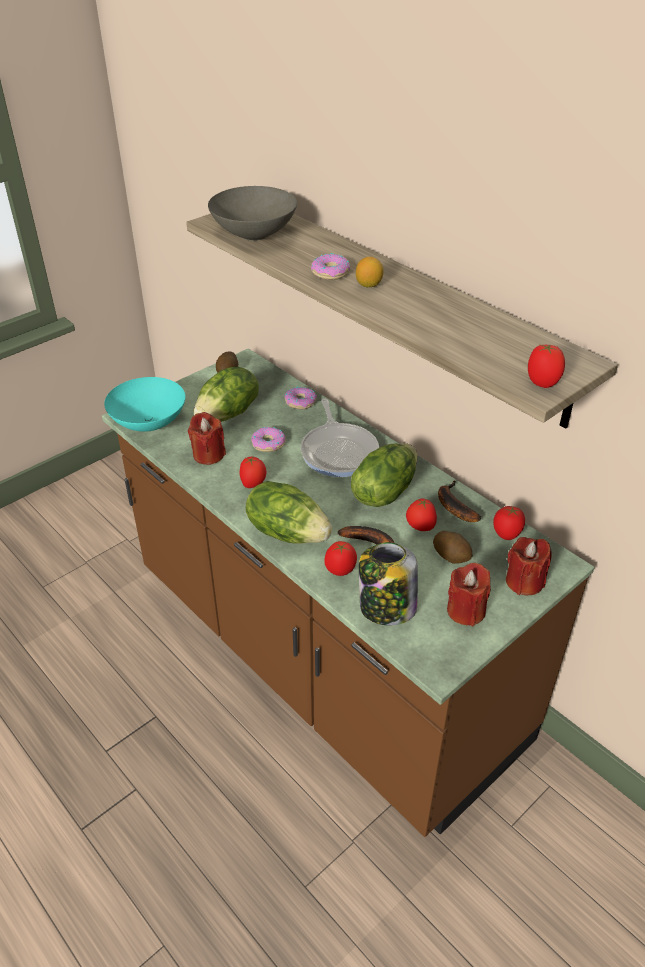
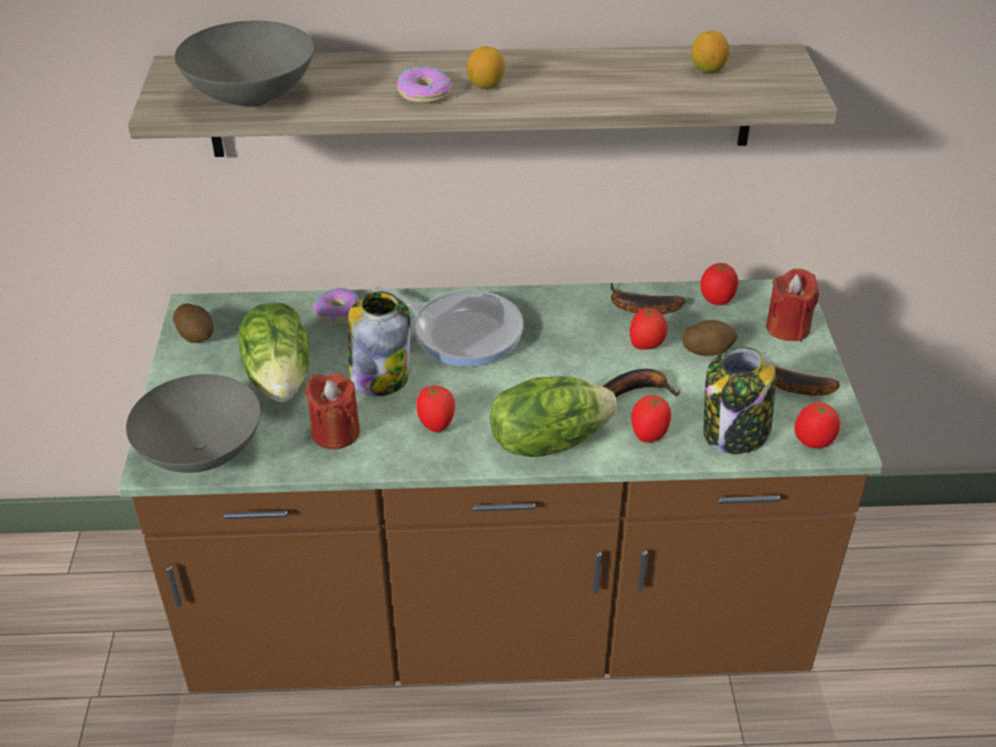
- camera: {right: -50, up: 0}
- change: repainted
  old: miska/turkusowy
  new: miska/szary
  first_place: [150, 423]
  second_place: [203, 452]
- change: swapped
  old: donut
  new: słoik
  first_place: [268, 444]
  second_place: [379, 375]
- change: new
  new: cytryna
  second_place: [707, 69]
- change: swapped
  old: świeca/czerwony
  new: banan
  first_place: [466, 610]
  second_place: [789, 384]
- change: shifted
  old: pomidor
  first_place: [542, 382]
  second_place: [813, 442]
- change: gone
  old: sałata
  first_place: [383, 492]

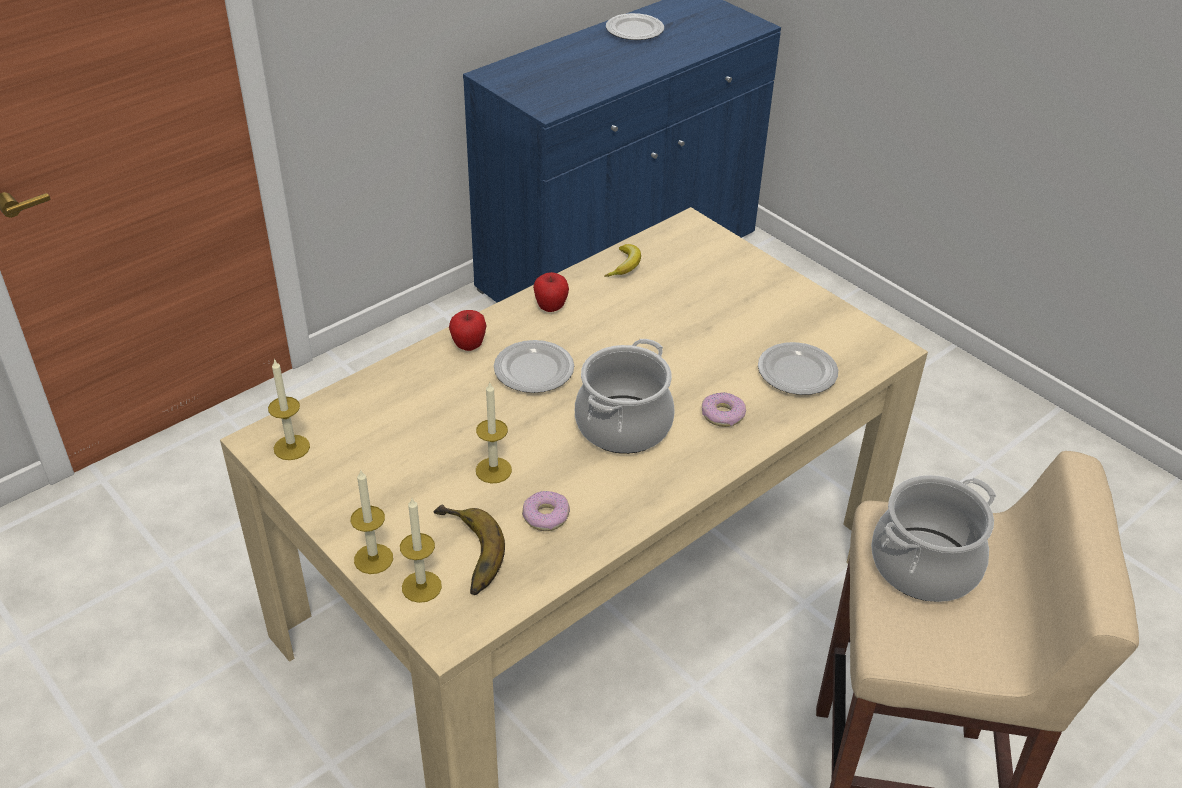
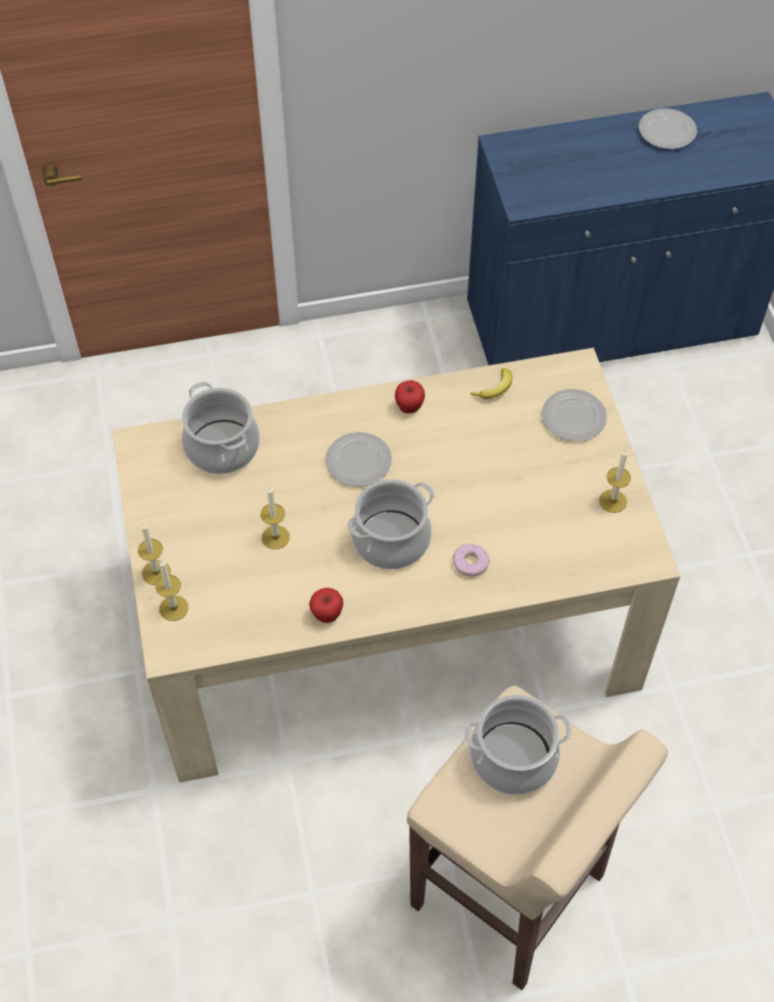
- camera: {right: 30, up: 15}
- change: new
  new: garnek
  second_place: [222, 447]
- change: shifted
  old: jabłko
  first_place: [468, 346]
  second_place: [327, 615]
- change: shifted
  old: talerz
  first_place: [797, 372]
  second_place: [574, 417]
- change: shifted
  old: świeca
  first_place: [291, 447]
  second_place: [613, 501]
- change: gone
  old: banan
  first_place: [463, 554]
- change: gone
  old: donut
  first_place: [545, 516]

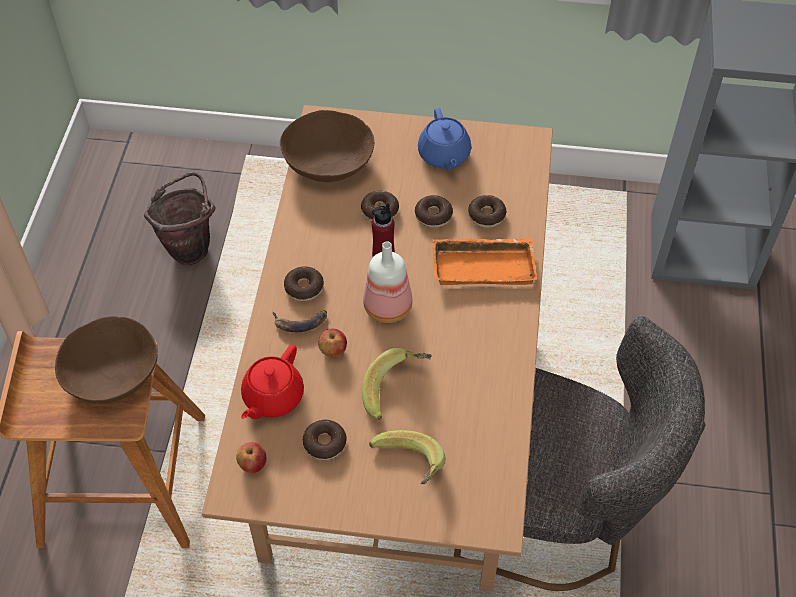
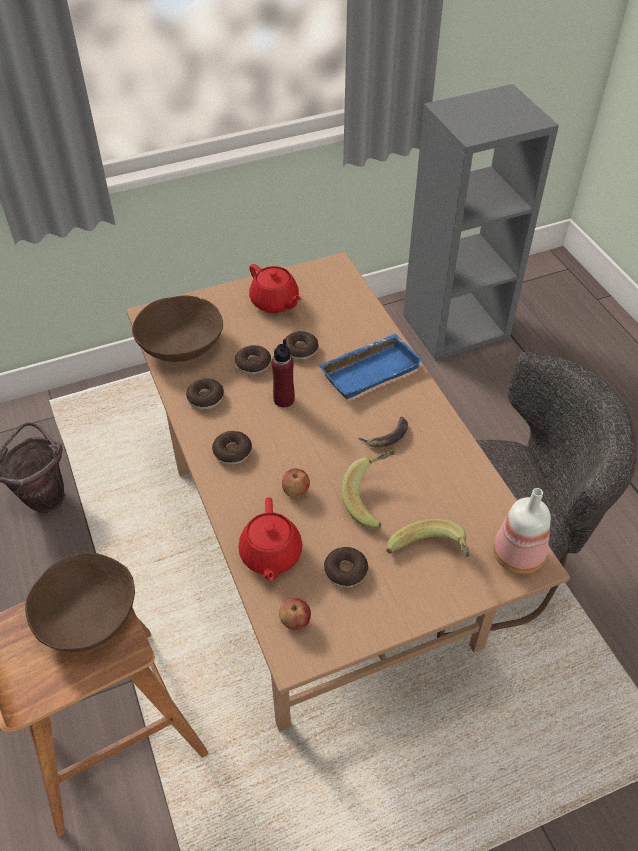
- camera: {right: -30, up: -5}
- change: shifted
  old: donut
  first_place: [486, 215]
  second_place: [205, 398]
- change: repainted
  old: imbryk/niebieski
  new: imbryk/czerwony
  first_place: [444, 155]
  second_place: [275, 302]
- change: repainted
  old: taca/pomarańczowy
  new: taca/niebieski
  first_place: [484, 265]
  second_place: [369, 369]
- change: shifted
  old: banan
  first_place: [300, 322]
  second_place: [387, 436]
- change: shifted
  old: butelka
  first_place: [389, 307]
  second_place: [519, 555]

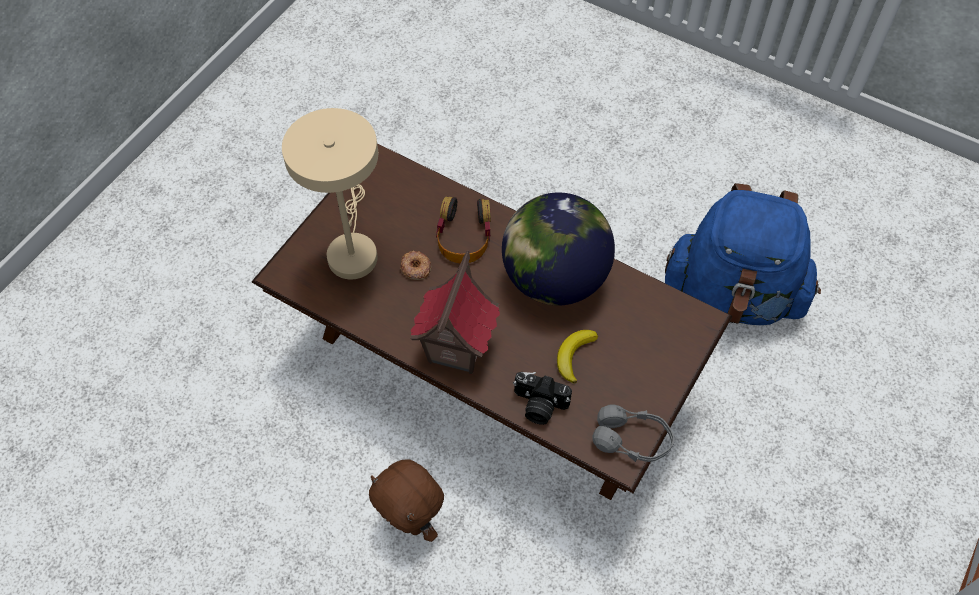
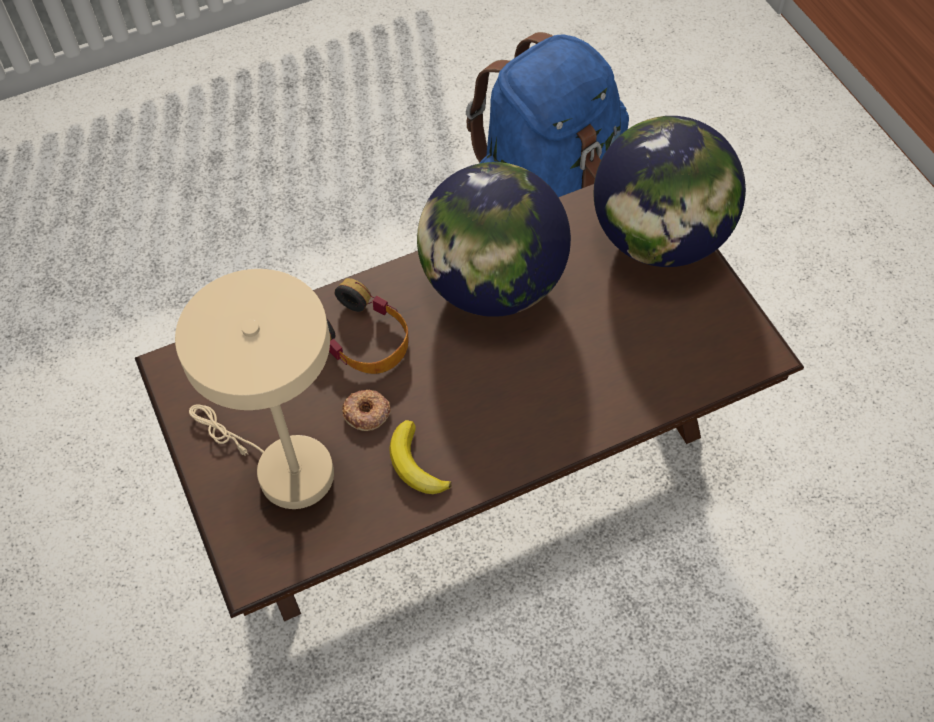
- camera: {right: -55, up: 0}
- change: shifted
  old: banan
  first_place: [574, 356]
  second_place: [415, 464]
- change: new
  new: globus
  second_place: [658, 238]
- change: gone
  old: pluszak/brązowy
  first_place: [412, 521]
- change: gone
  old: domek
  first_place: [455, 349]
- change: gone
  old: aparat fotograficzny
  first_place: [538, 406]
- change: gone
  old: słuchawki/szary
  first_place: [632, 440]

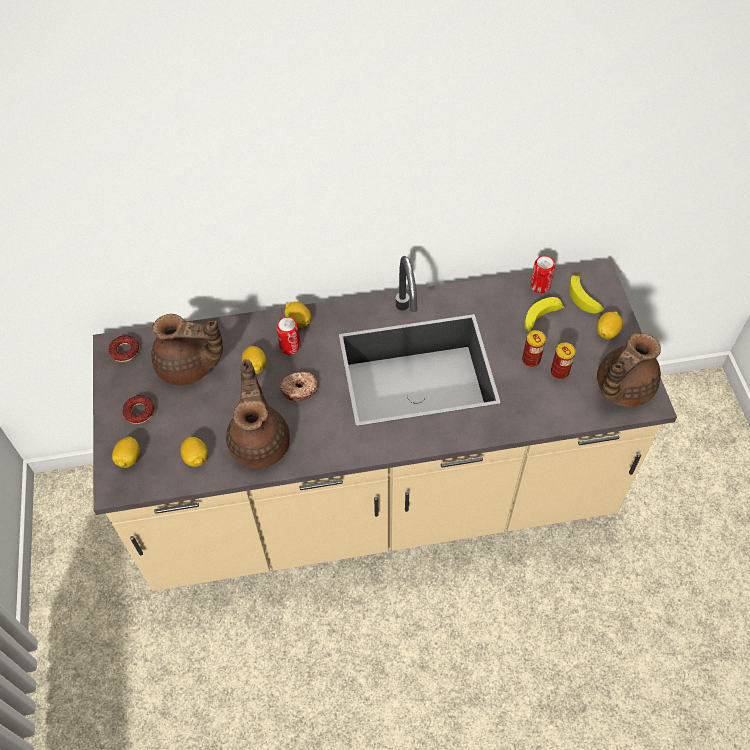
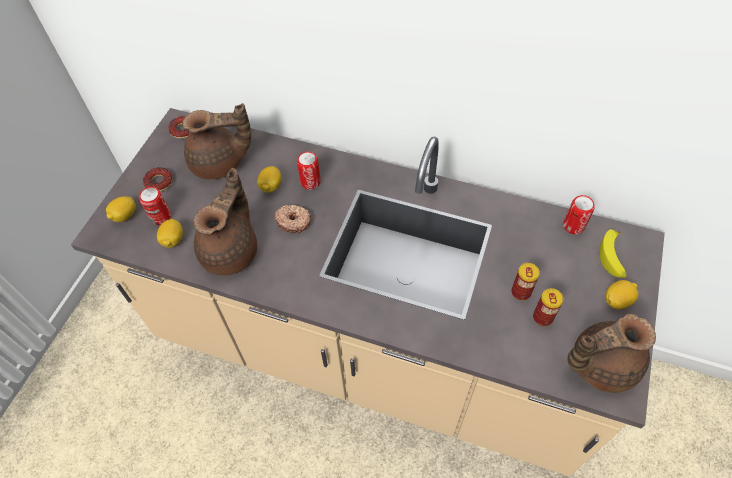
- camera: {right: 30, up: 0}
- change: new
  new: puszka
  second_place: [160, 217]
- change: rotated
  old: imbryk/brązowy
  first_place: [189, 367]
  second_place: [220, 163]
  degrees: -45
- change: gone
  old: cytryna
  first_place: [298, 321]
- change: gone
  old: banan
  first_place: [541, 319]

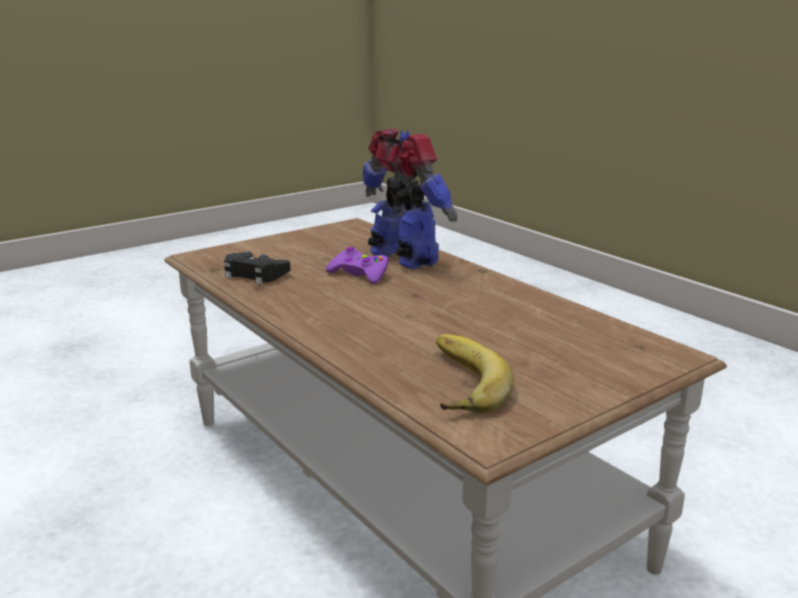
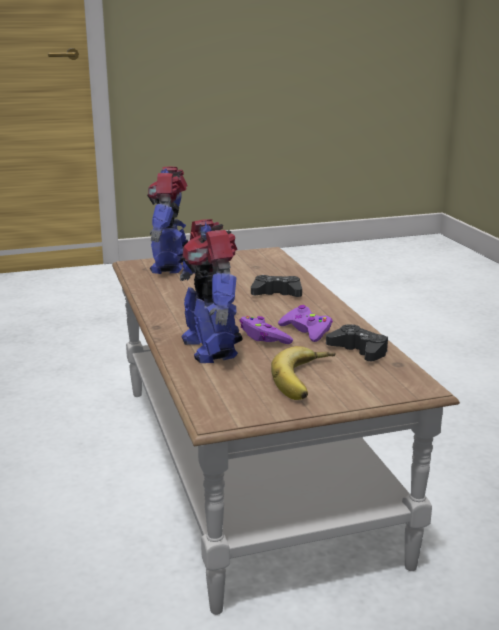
- camera: {right: -160, up: 0}
- change: new
  new: robot zabawkowy
  second_place: [171, 265]
- change: new
  new: pad do gier/czarny
  second_place: [277, 293]
- change: shifted
  old: banan
  first_place: [457, 383]
  second_place: [308, 380]
- change: new
  new: pad do gier/fioletowy
  second_place: [306, 330]

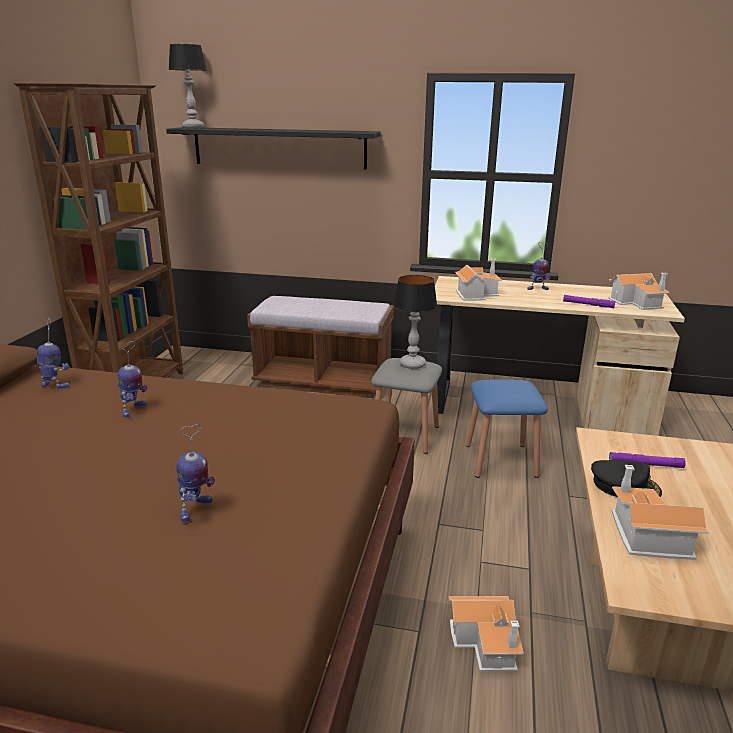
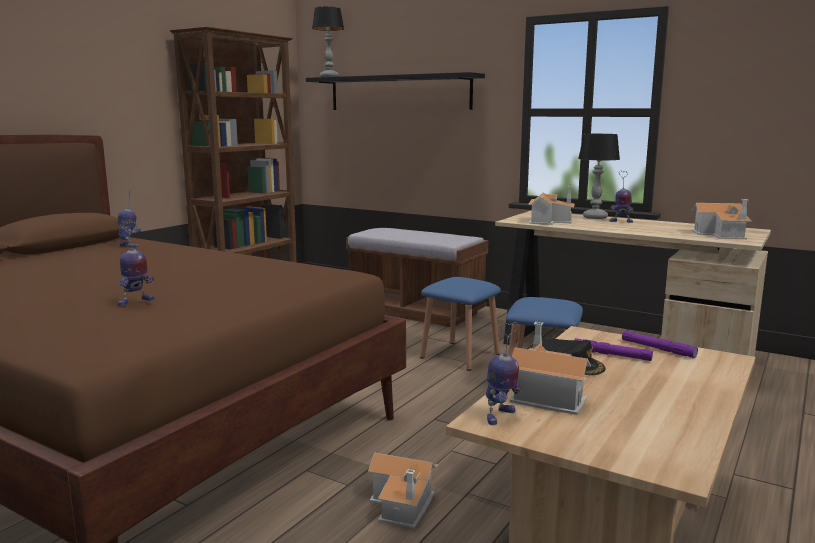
- camera: {right: 20, up: -10}
- change: repainted
  old: stołek/szary
  new: stołek/niebieski
  first_place: [405, 435]
  second_place: [460, 355]
- change: shifted
  old: robot zabawkowy
  first_place: [133, 410]
  second_place: [500, 417]
- change: shifted
  old: lampa stołowa
  first_place: [412, 364]
  second_place: [594, 217]
- change: shifted
  old: latarka/fioletowy
  first_place: [588, 305]
  second_place: [658, 349]

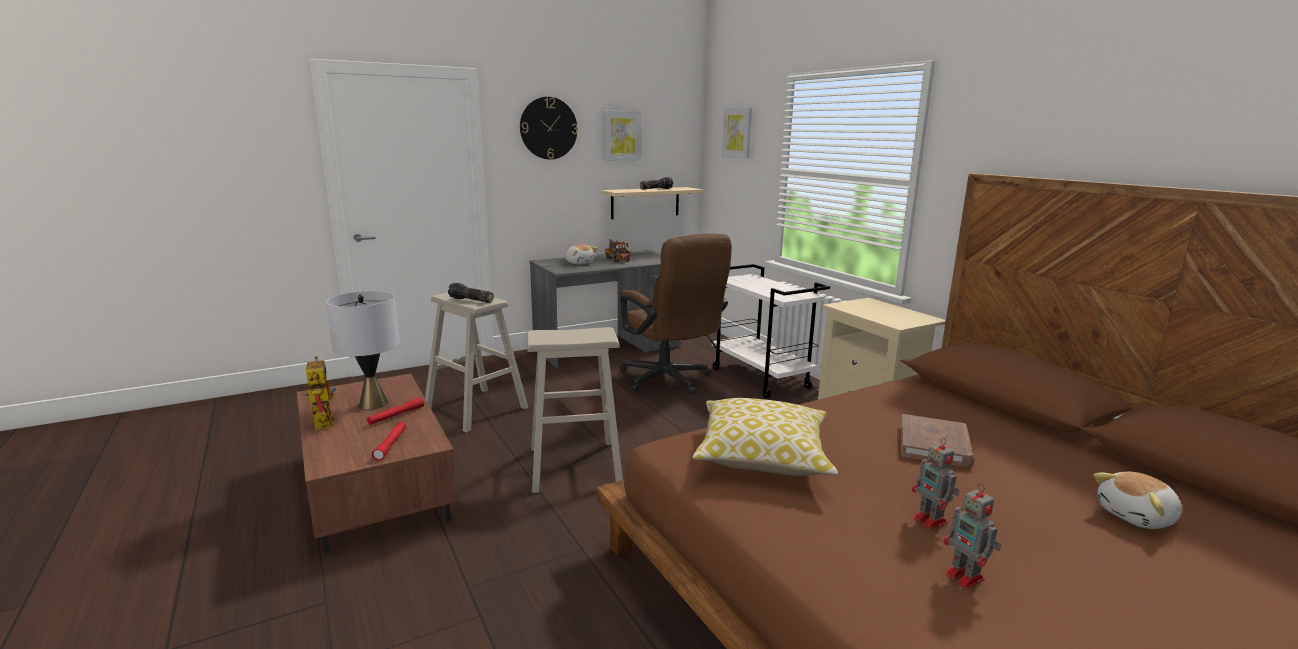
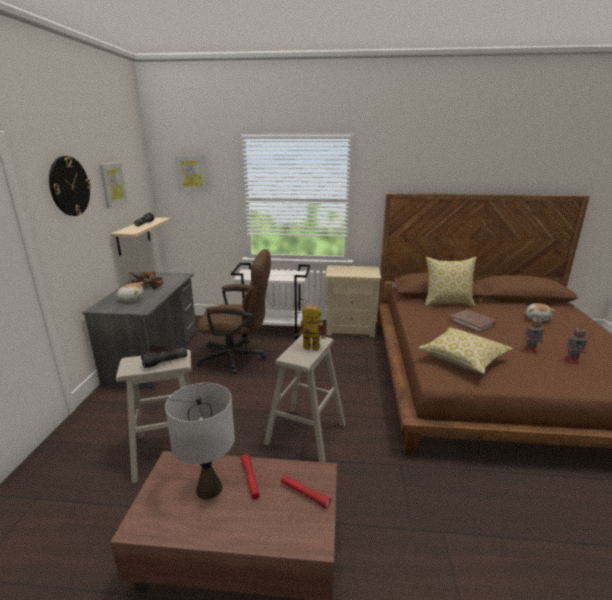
- camera: {right: -55, up: 5}
- change: shifted
  old: robot zabawkowy
  first_place: [322, 421]
  second_place: [307, 347]
- change: new
  new: poduszka
  second_place: [447, 303]

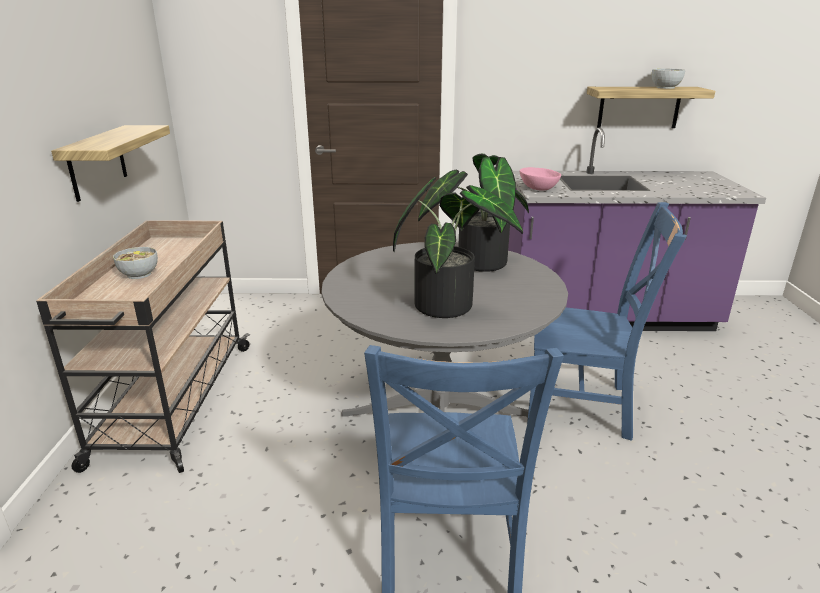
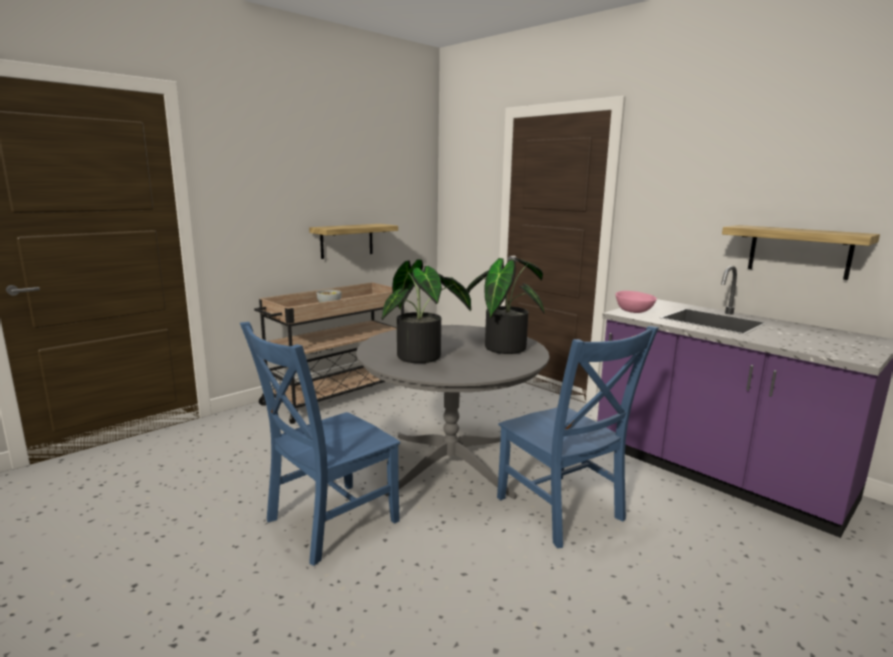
- camera: {right: 45, up: -10}
- change: gone
  old: miska
  first_place: [665, 87]

